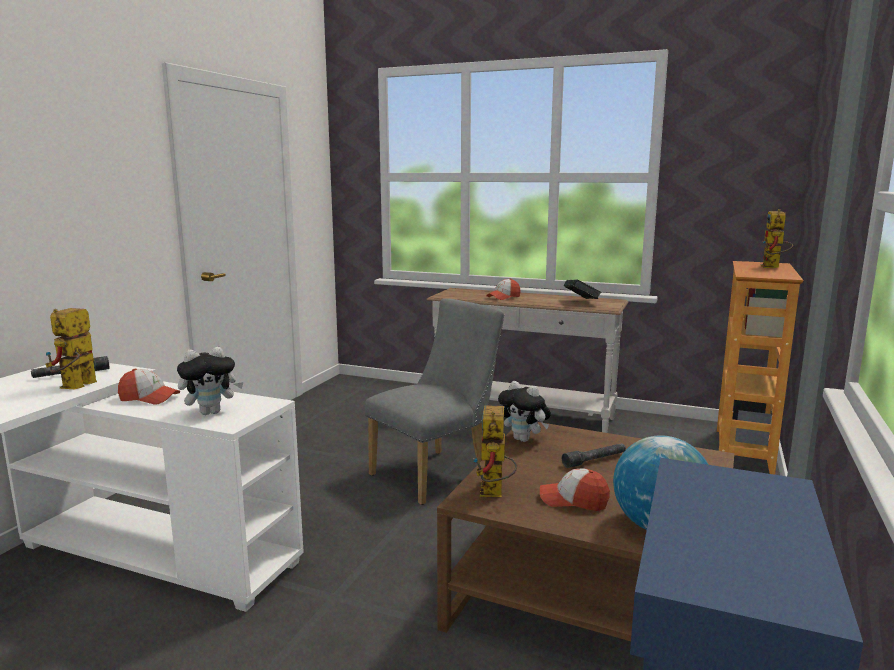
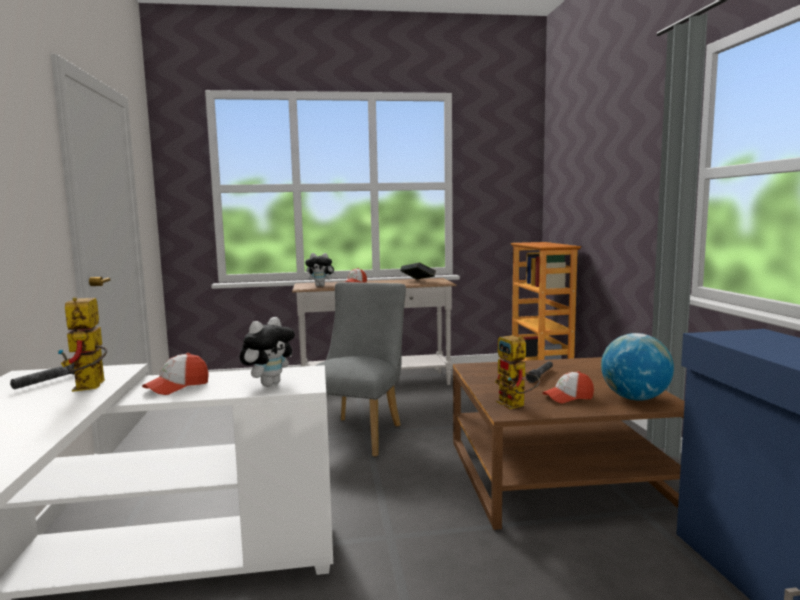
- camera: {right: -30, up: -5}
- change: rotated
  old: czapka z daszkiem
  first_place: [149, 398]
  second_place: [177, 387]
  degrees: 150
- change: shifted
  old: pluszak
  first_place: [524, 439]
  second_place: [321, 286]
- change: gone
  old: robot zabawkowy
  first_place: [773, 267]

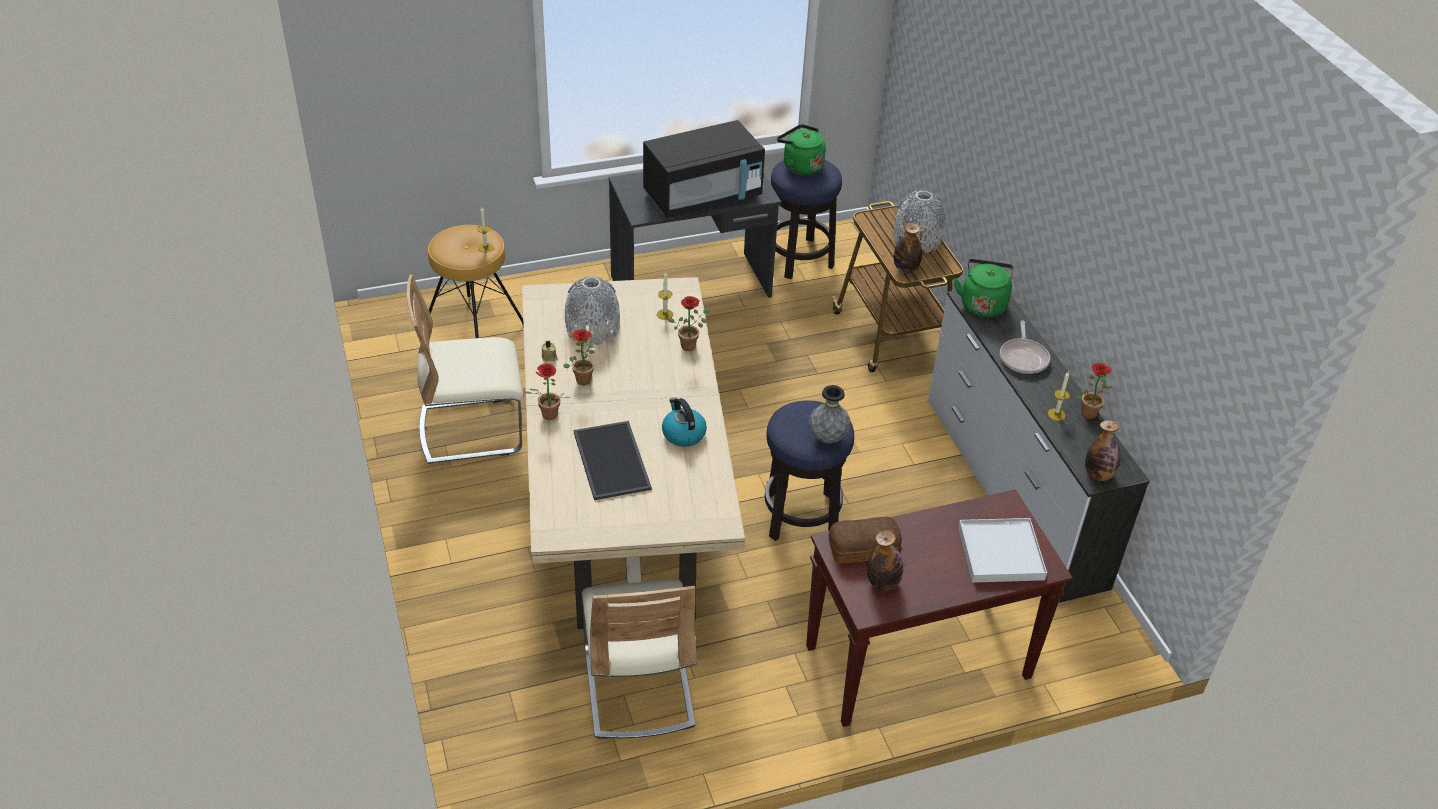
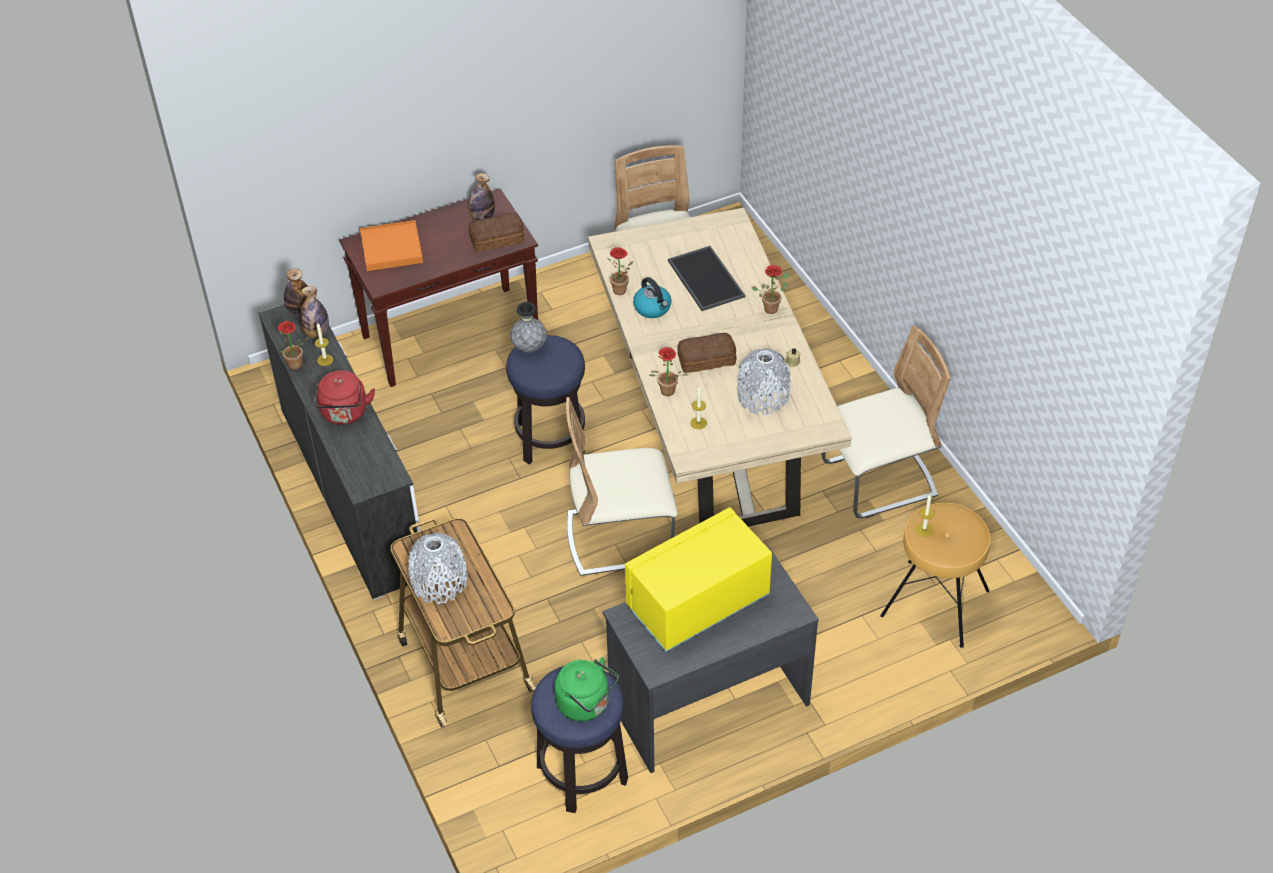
- camera: {right: 175, up: 5}
- change: shifted
  old: butelka
  first_place: [905, 269]
  second_place: [316, 333]
- change: swapped
  old: patelnia
  new: czajnik/czerwony
  first_place: [1023, 357]
  second_place: [345, 414]
- change: repainted
  old: taca/biały
  new: taca/pomarańczowy
  first_place: [1000, 553]
  second_place: [392, 248]
- change: new
  new: krzesło/beżowy
  second_place: [620, 537]
- change: shifted
  old: roślina doniczkowa
  first_place: [582, 378]
  second_place: [621, 292]
- change: repainted
  old: mikrofalówka/czarny
  new: mikrofalówka/żółty
  first_place: [702, 196]
  second_place: [697, 602]
- change: new
  new: chleb
  second_place: [705, 359]
- change: gone
  old: czajnik/zielony
  first_place: [982, 304]

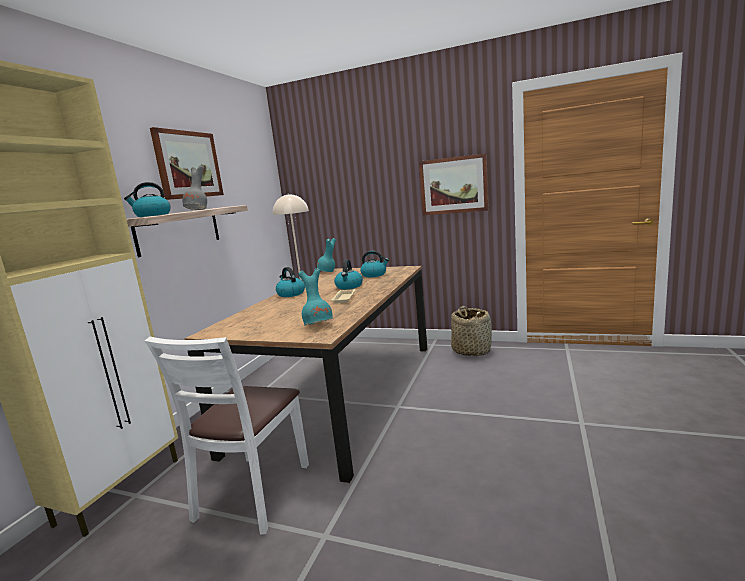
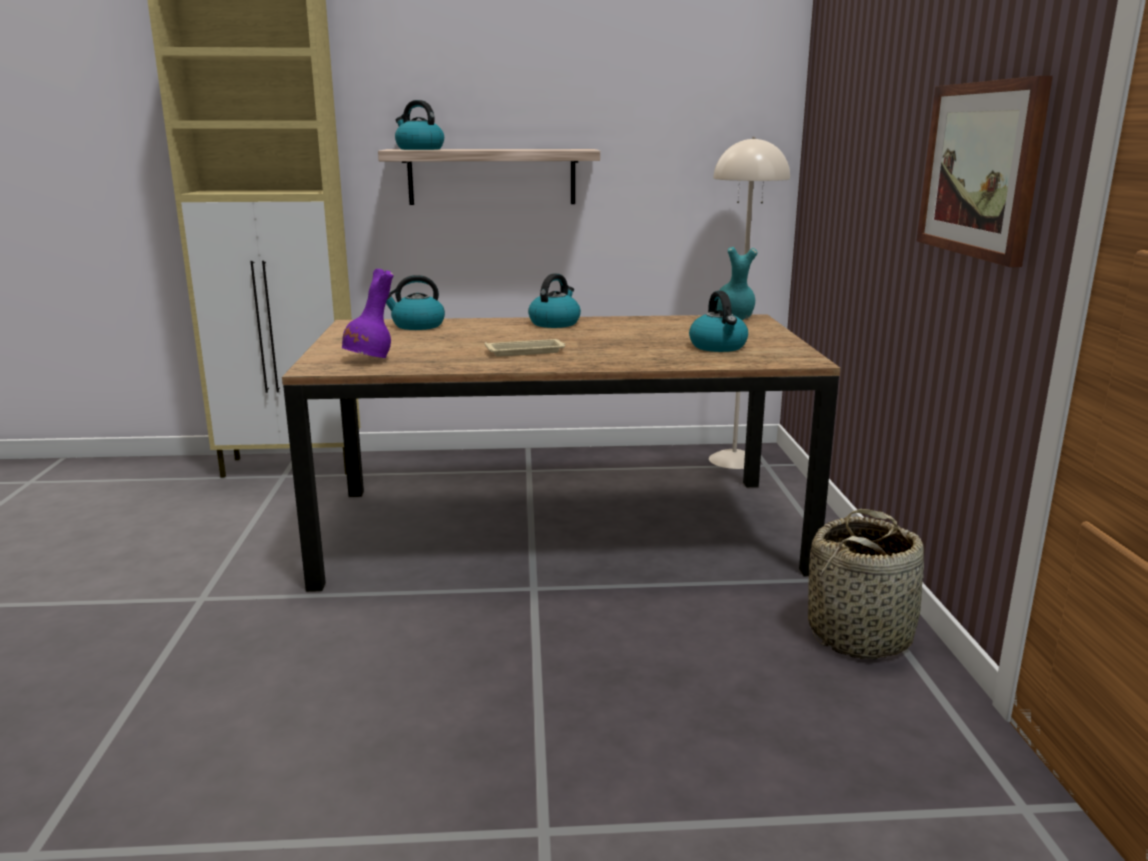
- camera: {right: 65, up: 5}
- change: repainted
  old: wazon/turkusowy
  new: wazon/fioletowy
  first_place: [319, 325]
  second_place: [370, 360]
- change: shifted
  old: czajnik
  first_place: [349, 286]
  second_place: [417, 326]
- change: gone
  old: krzesło/biały
  first_place: [253, 492]
- change: gone
  old: obraz
  first_place: [188, 165]
- change: gone
  old: wazon/szary
  first_place: [197, 210]

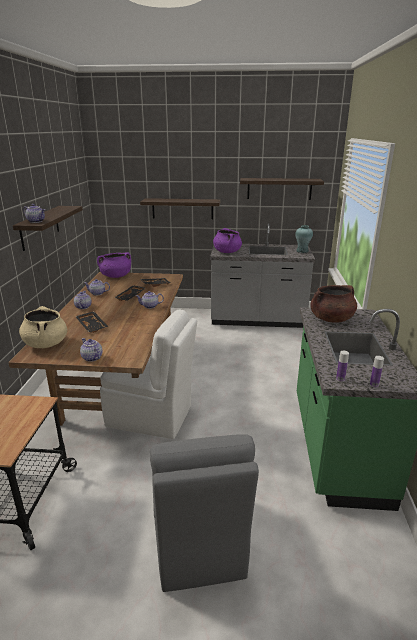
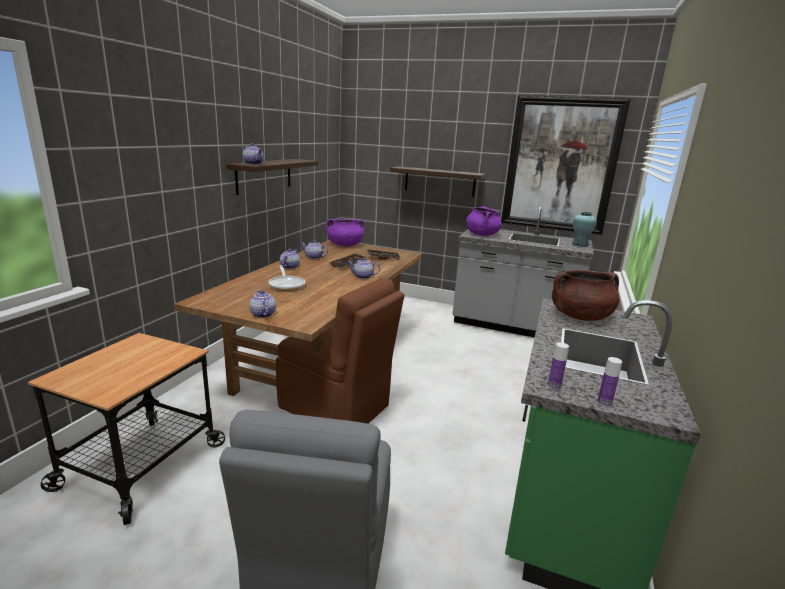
- camera: {right: 15, up: -5}
- change: swapped
  old: taca/czarny
  new: patelnia
  first_place: [92, 326]
  second_place: [286, 285]
- change: repainted
  old: krzesło/biały
  new: krzesło/brązowy
  first_place: [151, 416]
  second_place: [336, 408]
- change: swapped
  old: półka
  new: obraz
  first_place: [279, 188]
  second_place: [560, 165]
- change: gone
  old: garnek/beżowy
  first_place: [46, 344]

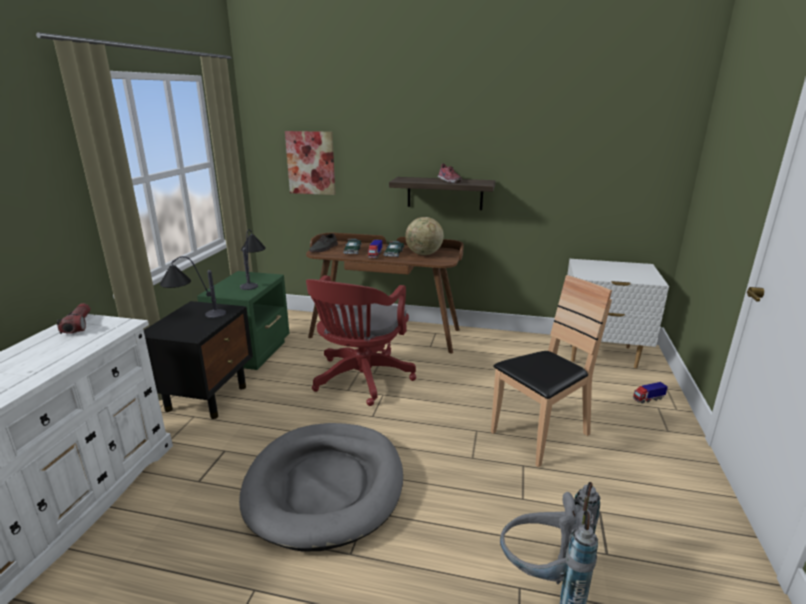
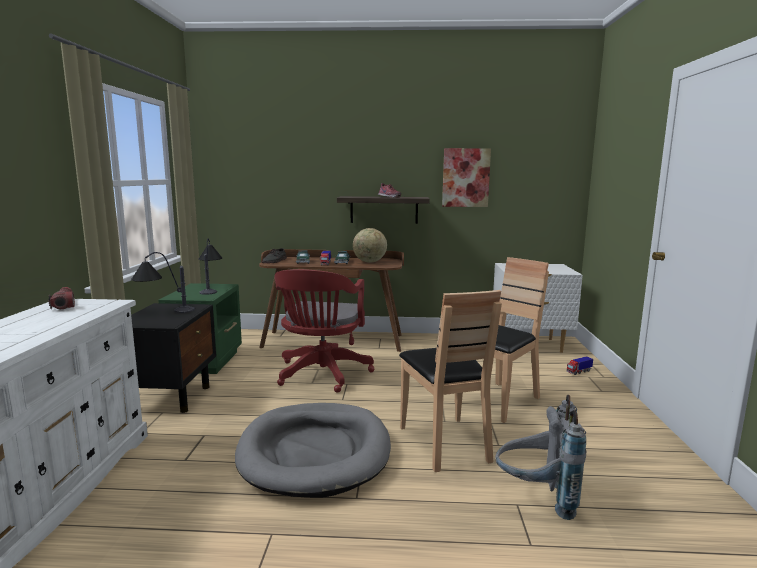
- camera: {right: -10, up: -10}
- change: new
  new: krzesło/brązowy
  second_place: [445, 443]
- change: shifted
  old: obraz
  first_place: [311, 163]
  second_place: [466, 177]

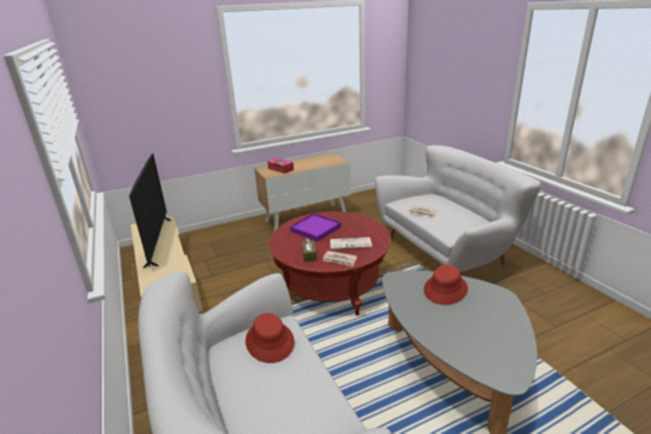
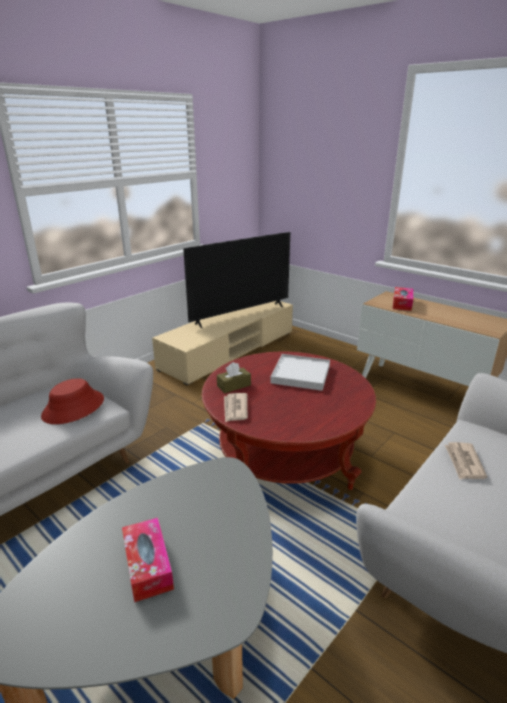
- camera: {right: 65, up: 0}
- change: new
  new: pudełko chusteczek
  second_place: [148, 565]
- change: repainted
  old: taca/fioletowy
  new: taca/biały
  first_place: [315, 229]
  second_place: [300, 374]
- change: gone
  old: gazeta
  first_place: [351, 243]
- change: gone
  old: kapelusz/czerwony
  first_place: [445, 289]

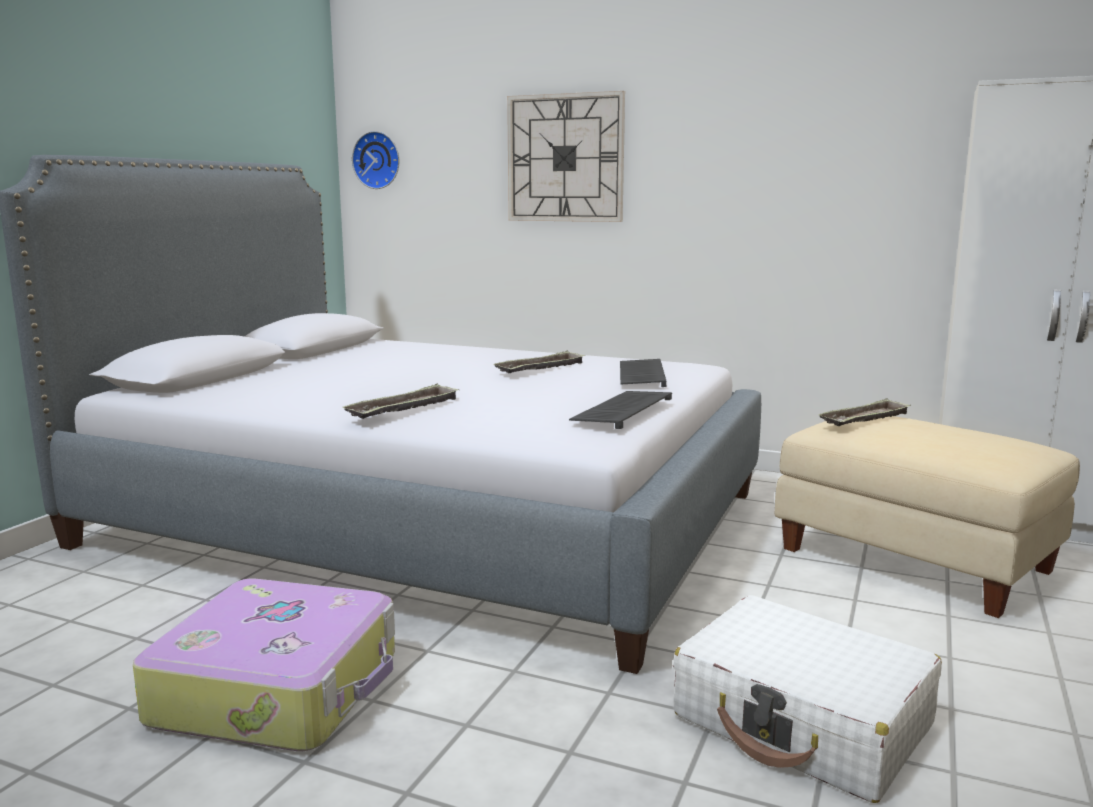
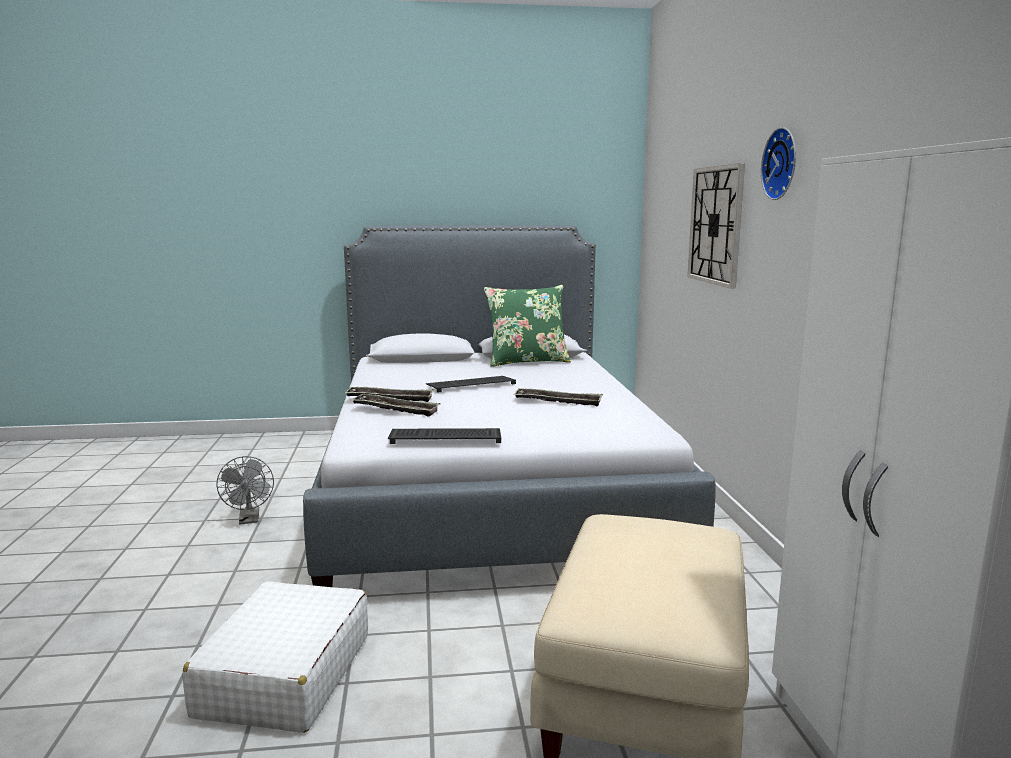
- camera: {right: 60, up: 0}
- change: swapped
  old: walizka
  new: wentylator/szary
  first_place: [280, 688]
  second_place: [249, 520]
- change: shifted
  old: taca
  first_place: [864, 419]
  second_place: [395, 409]
- change: shifted
  old: klawiatura
  first_place: [640, 375]
  second_place: [471, 385]
- change: new
  new: poduszka/zielony
  second_place: [527, 361]
- change: shifted
  old: zegar ścienny
  first_place: [378, 160]
  second_place: [783, 164]

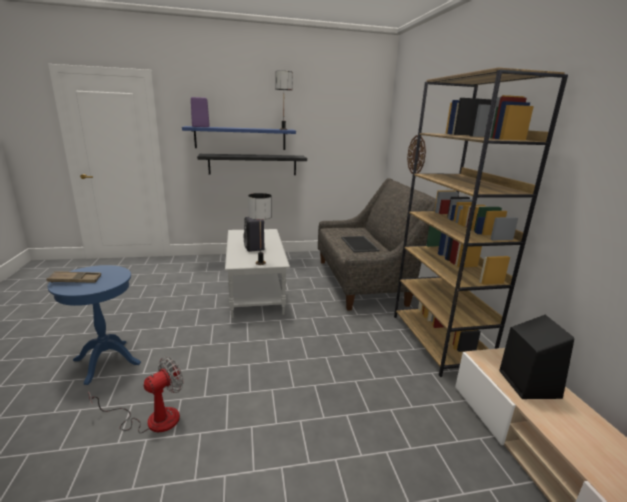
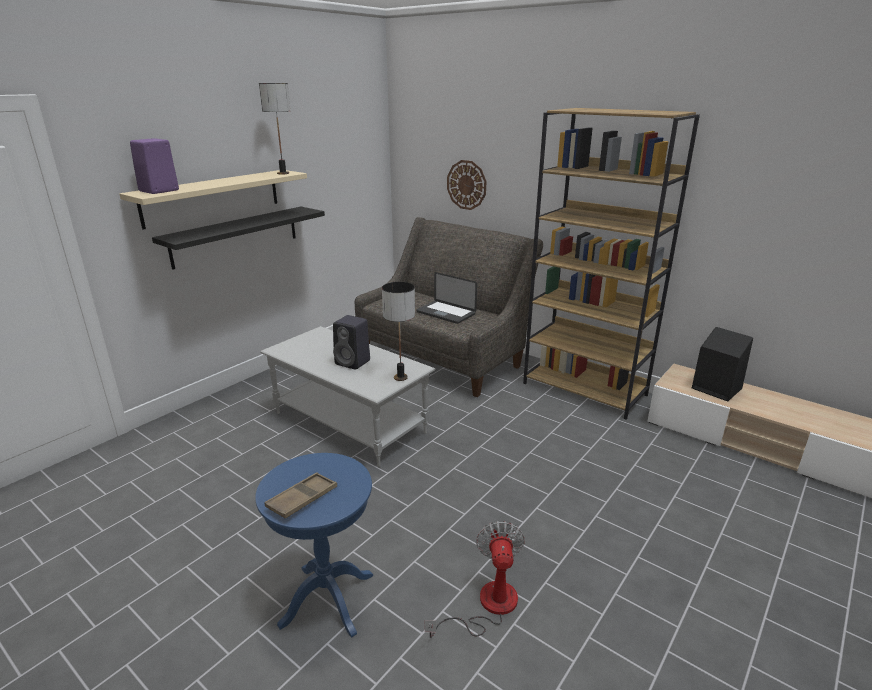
- camera: {right: -40, up: 5}
- change: repainted
  old: półka/niebieski
  new: półka/beżowy
  first_place: [240, 138]
  second_place: [212, 197]
- change: swapped
  old: taca
  new: laptop
  first_place: [360, 244]
  second_place: [446, 313]

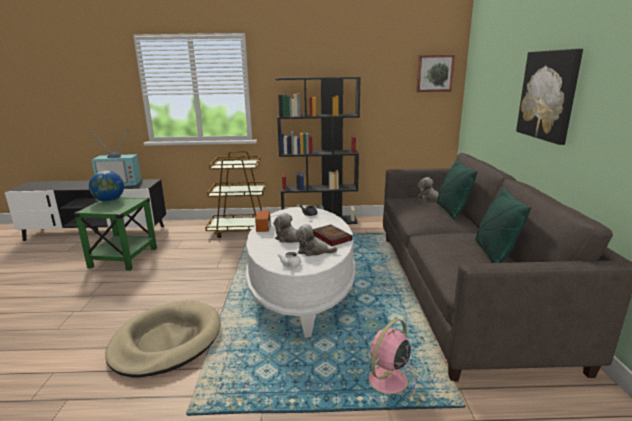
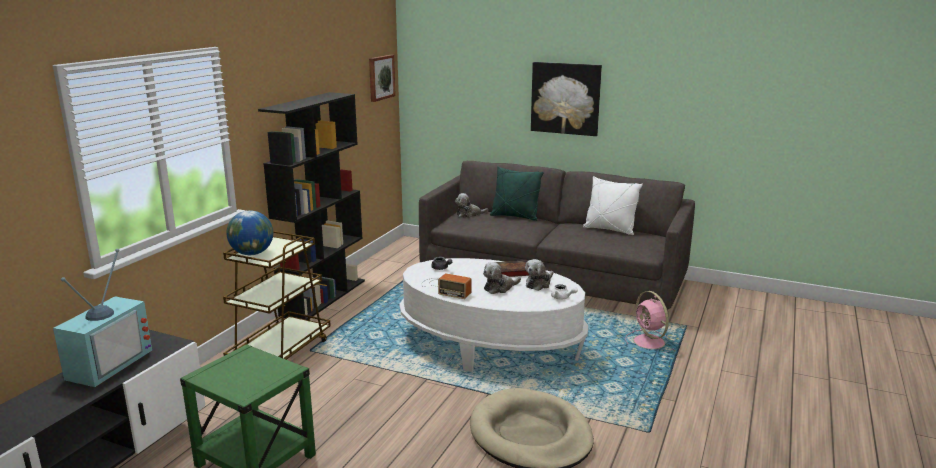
- camera: {right: -65, up: 0}
- change: shifted
  old: globus
  first_place: [109, 201]
  second_place: [252, 253]
- change: repainted
  old: poduszka/zielony
  new: poduszka/biały
  first_place: [494, 254]
  second_place: [610, 230]

